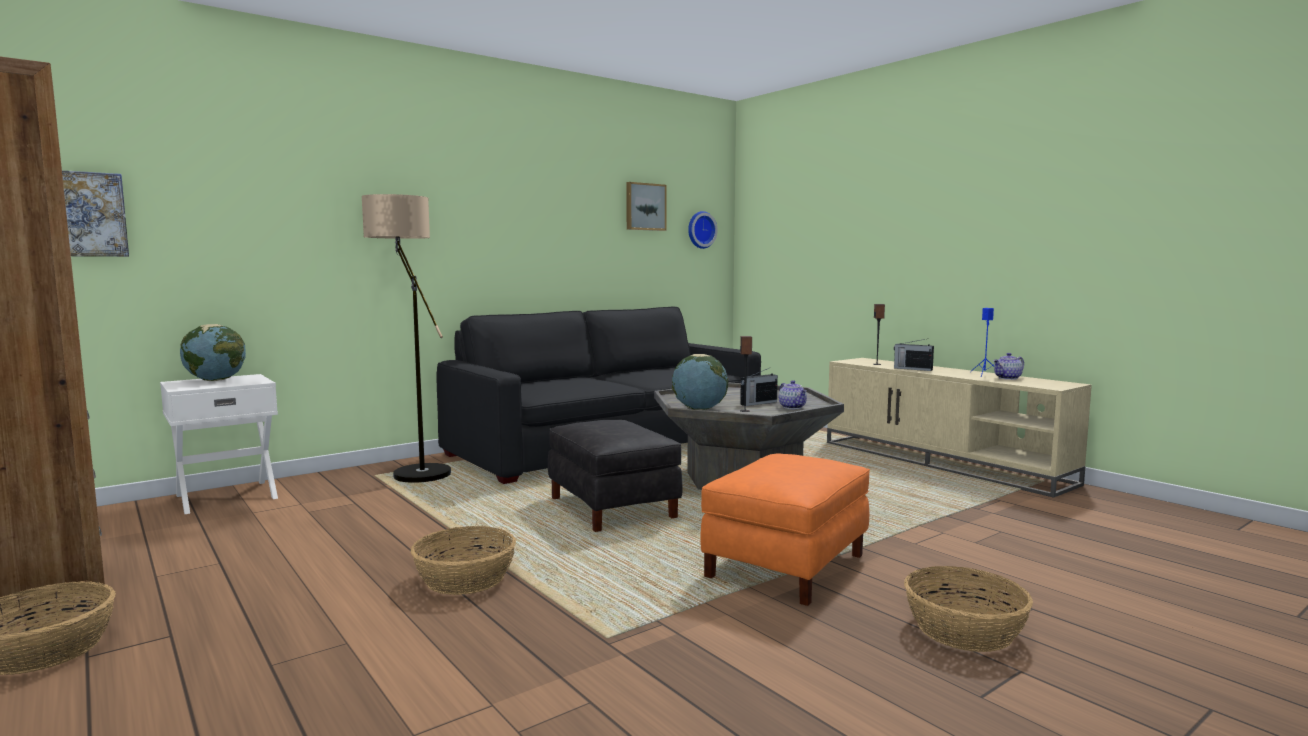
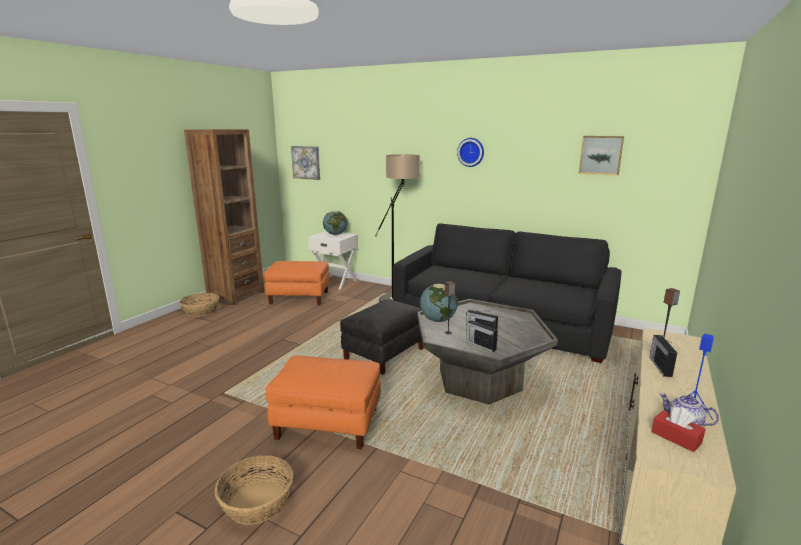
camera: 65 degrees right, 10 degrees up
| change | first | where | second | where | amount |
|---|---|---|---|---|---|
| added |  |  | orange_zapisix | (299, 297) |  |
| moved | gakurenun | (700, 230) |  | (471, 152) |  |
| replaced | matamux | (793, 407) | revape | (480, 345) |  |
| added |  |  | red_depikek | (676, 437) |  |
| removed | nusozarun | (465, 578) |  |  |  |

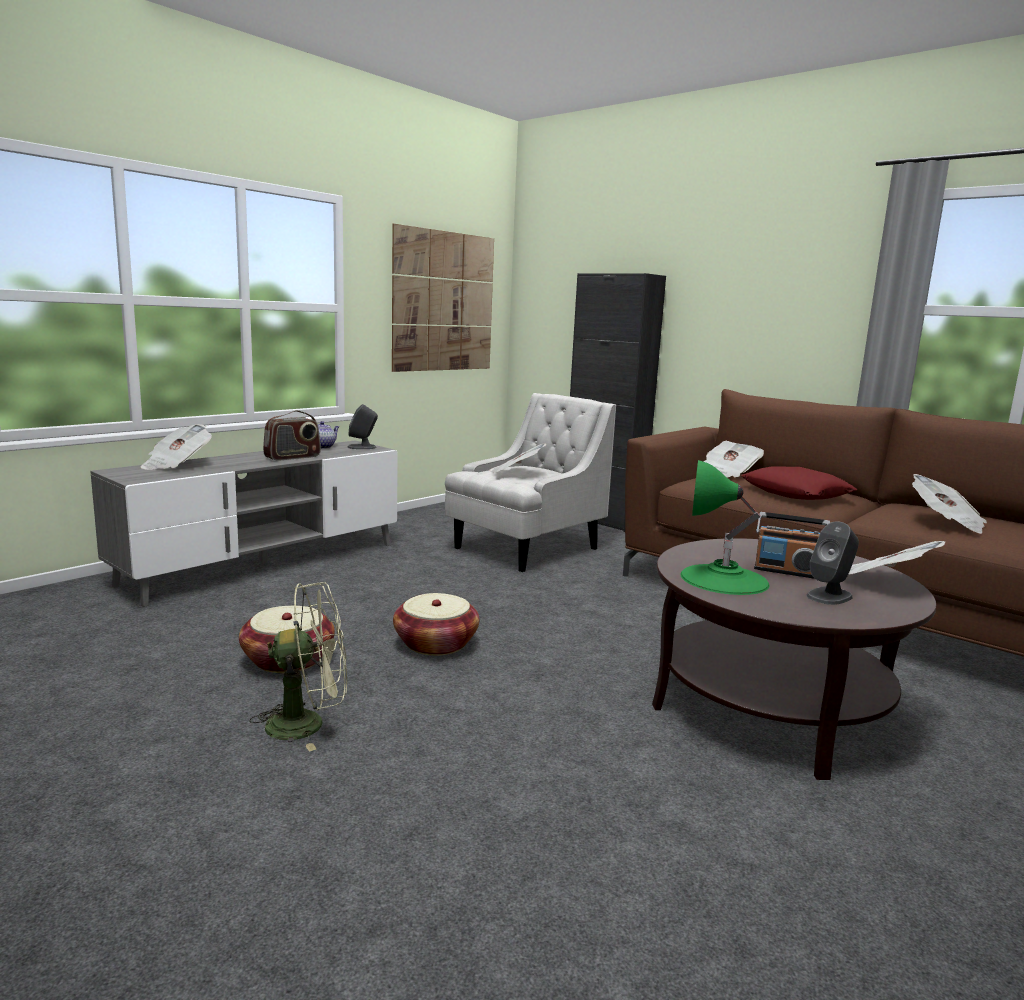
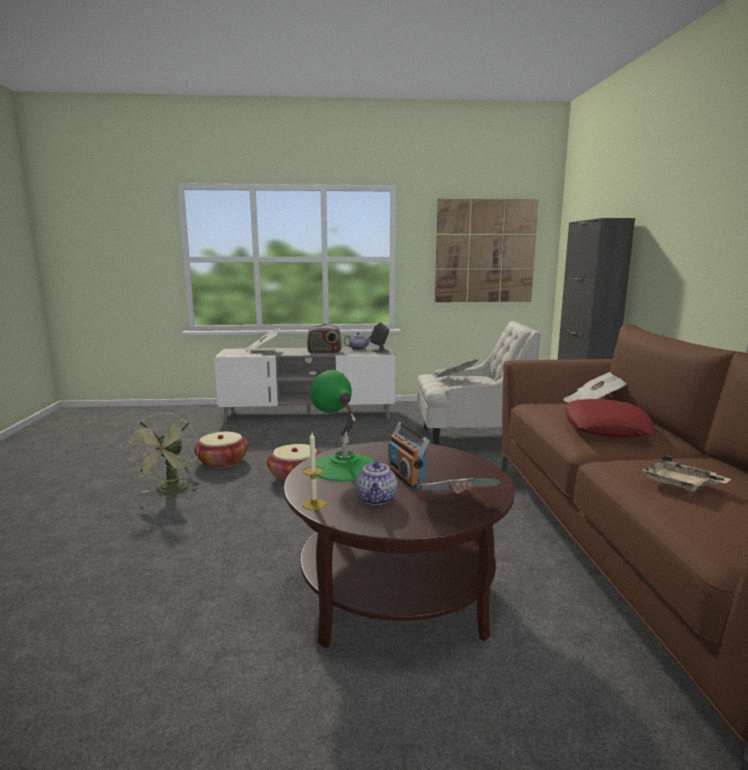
camera: 45 degrees right, 0 degrees up
| change | first | where | second | where | amount |
|---|---|---|---|---|---|
| turned | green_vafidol | (308, 724) |  | (171, 491) | 60 degrees clockwise |
| added |  |  | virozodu | (314, 504) |  |
| replaced | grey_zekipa | (829, 596) | matamux | (376, 499) |  |
| replaced | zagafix | (946, 523) | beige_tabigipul | (680, 484) |  |

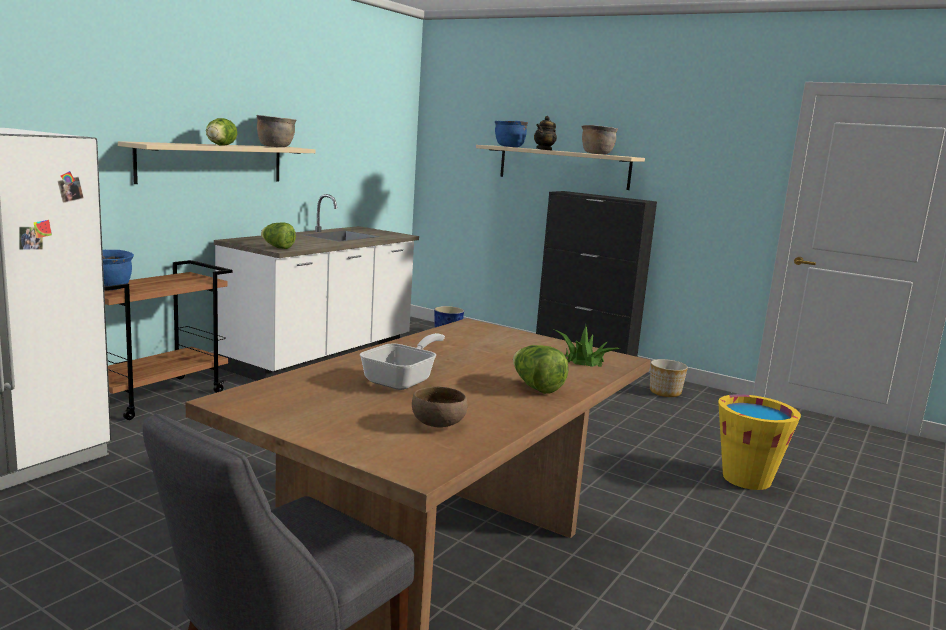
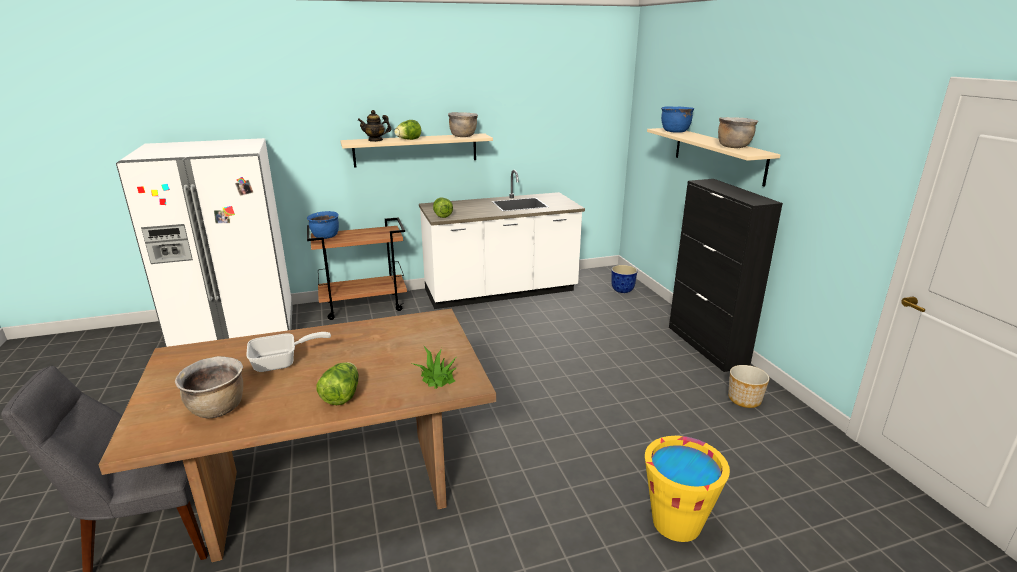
camera: 40 degrees right, 10 degrees up
| change | first | where | second | where | amount |
|---|---|---|---|---|---|
| replaced | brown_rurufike | (438, 424) | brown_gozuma | (218, 409) |  |
| moved | matamux | (544, 149) |  | (375, 140) |  |

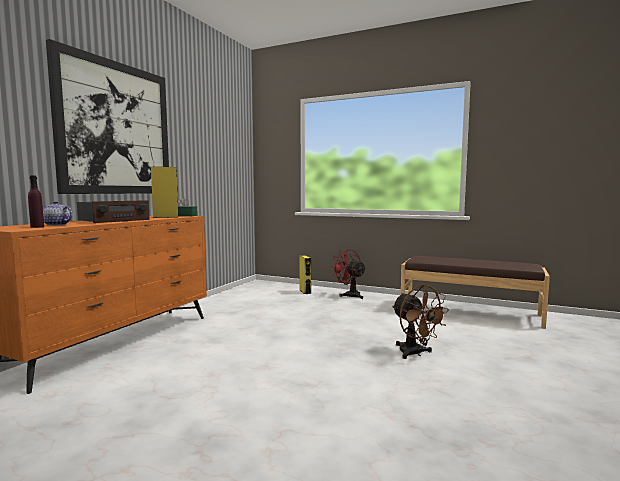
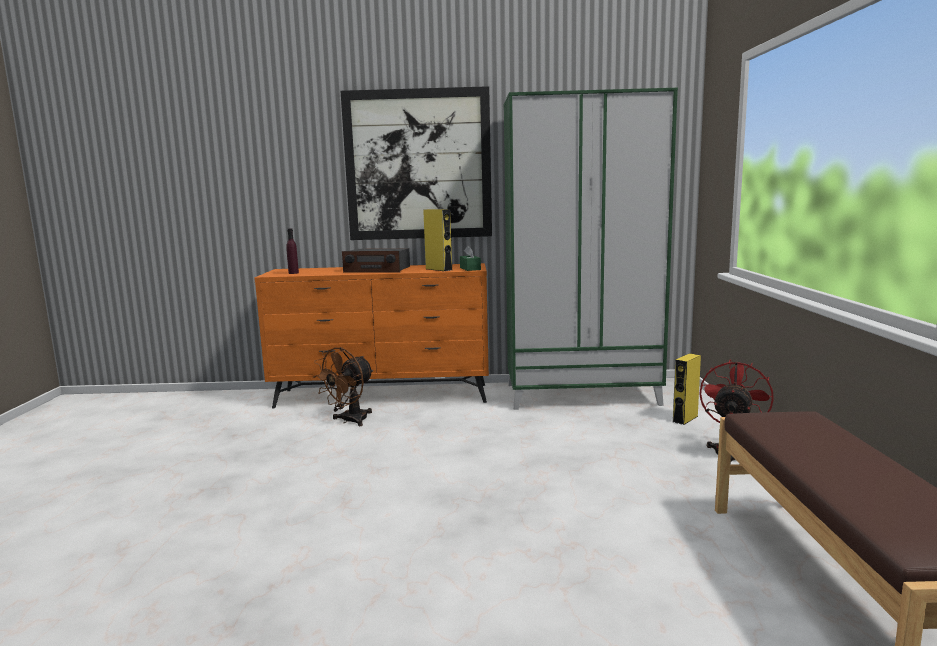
camera: 65 degrees right, 5 degrees up
| change | first | where | second | where | amount |
|---|---|---|---|---|---|
| moved | brown_vafidol | (415, 353) |  | (349, 421) |  |
| added |  |  | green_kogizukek | (582, 394) |  |
| removed | matamux | (57, 225) |  |  |  |

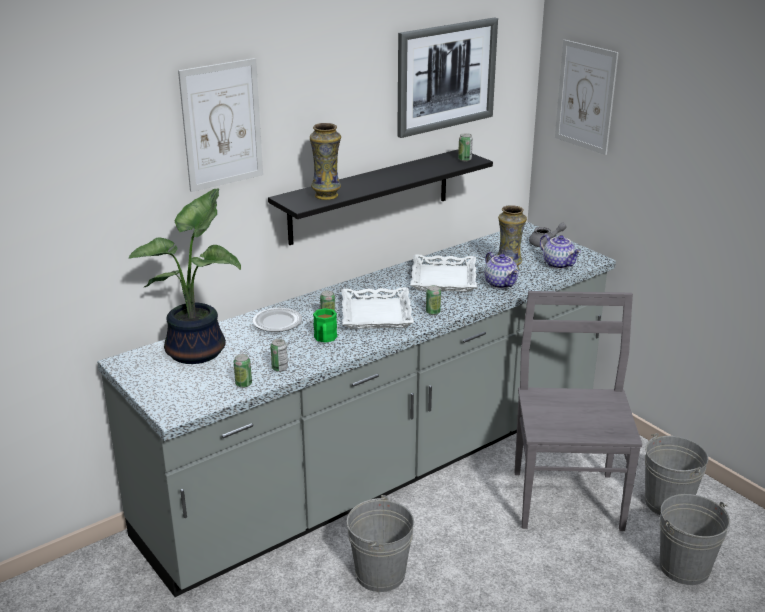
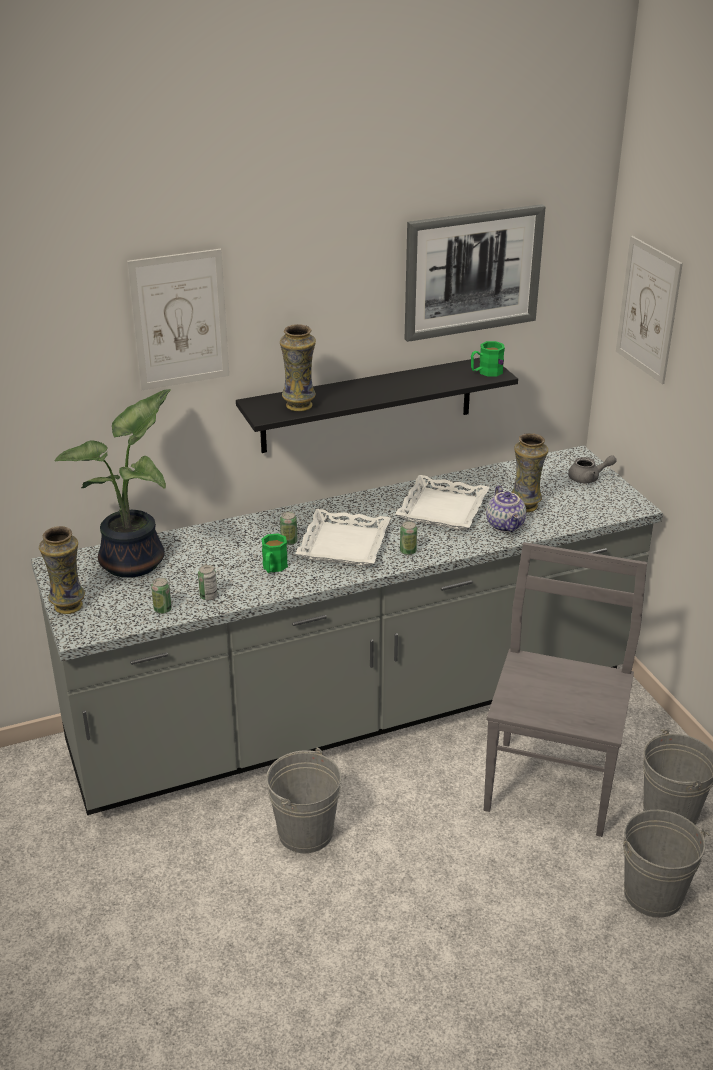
camera: 15 degrees right, 5 degrees up
| change | first | where | second | where | amount |
|---|---|---|---|---|---|
| added |  |  | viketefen | (68, 606) |  |
| replaced | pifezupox | (464, 159) | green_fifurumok | (486, 372) |  |
| removed | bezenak | (278, 323) |  |  |  |
| removed | matamux | (559, 264) |  |  |  |

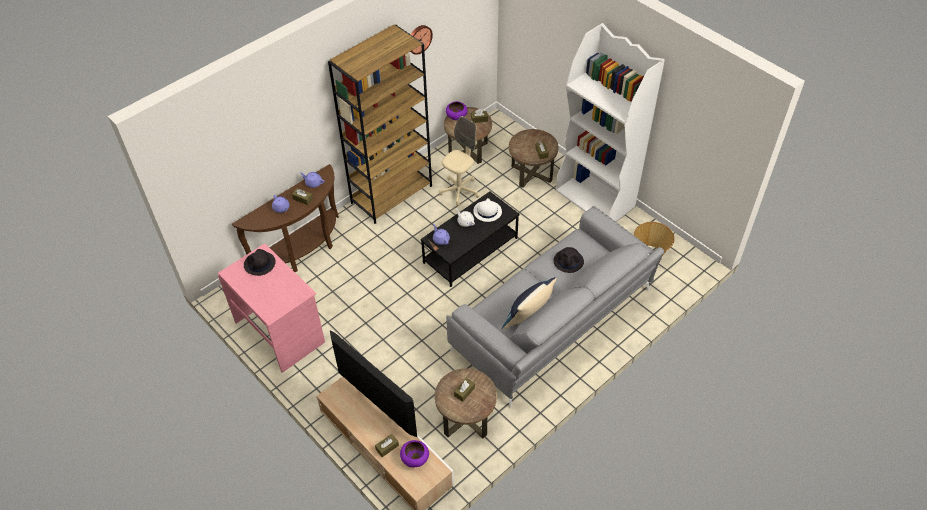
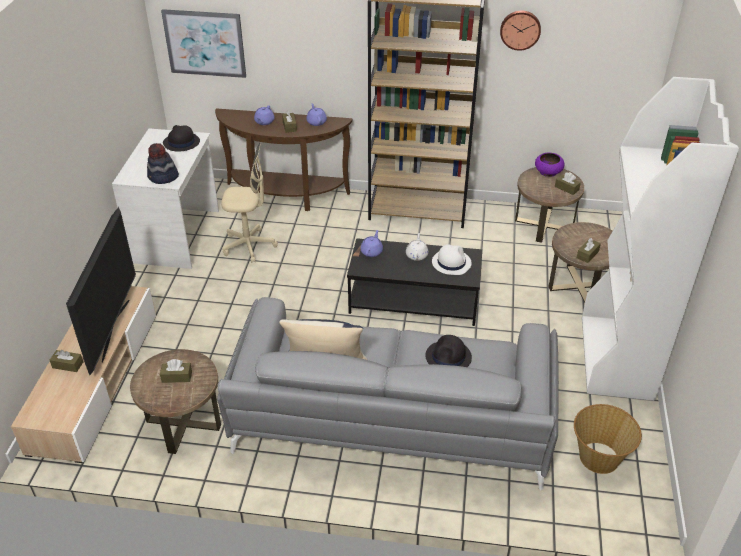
camera: 50 degrees right, 10 degrees down
| change | first | where | second | where | amount |
|---|---|---|---|---|---|
| recoloured | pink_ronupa | (280, 332) | white_ronupa | (177, 236) |  |
| added |  |  | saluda | (163, 177) |  |
| added |  |  | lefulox | (205, 43) |  |
| moved | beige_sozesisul | (459, 191) |  | (249, 246) |  |
| removed | purple_rurufike | (415, 458) |  |  |  |

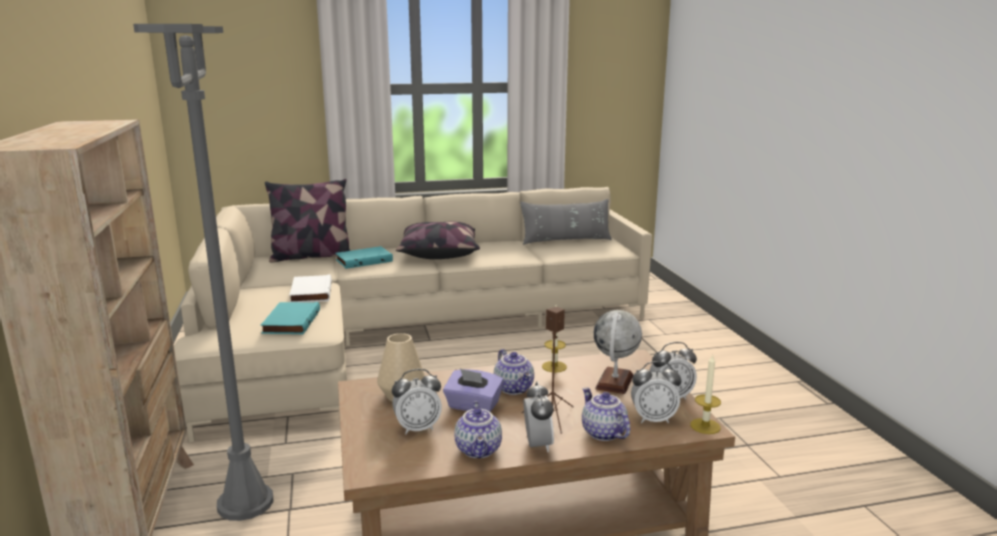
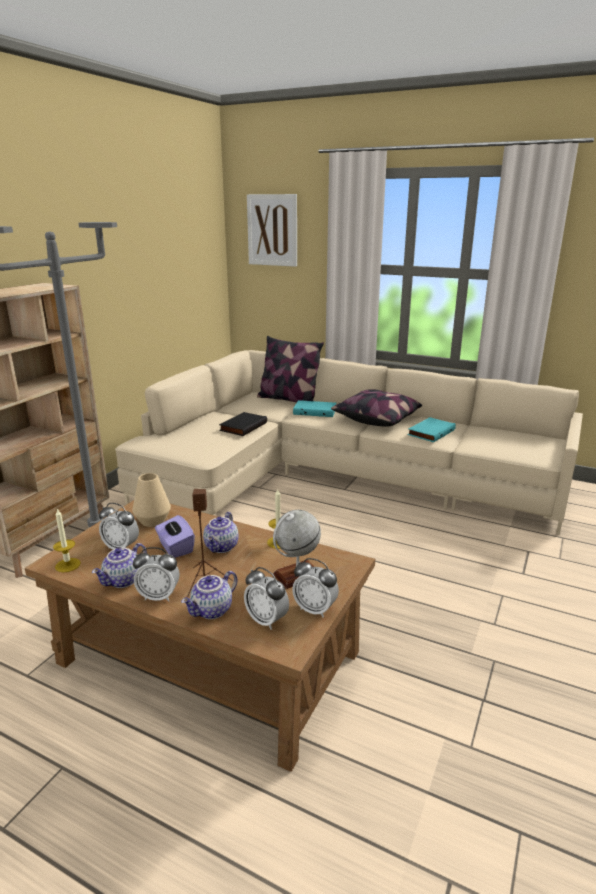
camera: 40 degrees right, 5 degrees up
| change | first | where | second | where | amount |
|---|---|---|---|---|---|
| moved | virozodu | (705, 426) |  | (67, 565) |  |
| turned | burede | (537, 445) |  | (159, 596) | 60 degrees clockwise |
| turned | matamux | (602, 433) |  | (212, 611) | 150 degrees counterclockwise |
| recoloured | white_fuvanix | (310, 292) | black_fuvanix | (242, 426) |  |
| added |  |  | lefulox | (272, 230) |  |
| moved | turquoise_fuvanix | (290, 322) |  | (430, 432) |  |
| removed | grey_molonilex | (566, 240) |  |  |  |

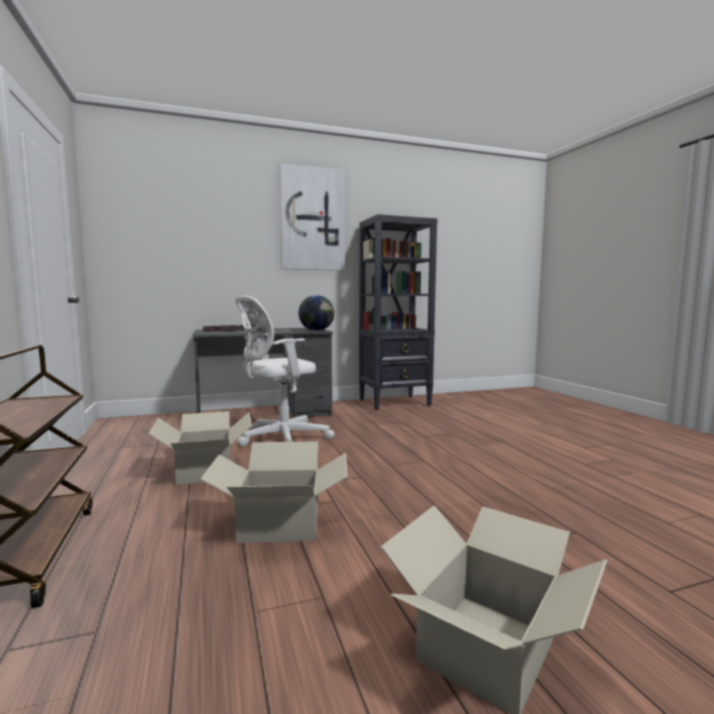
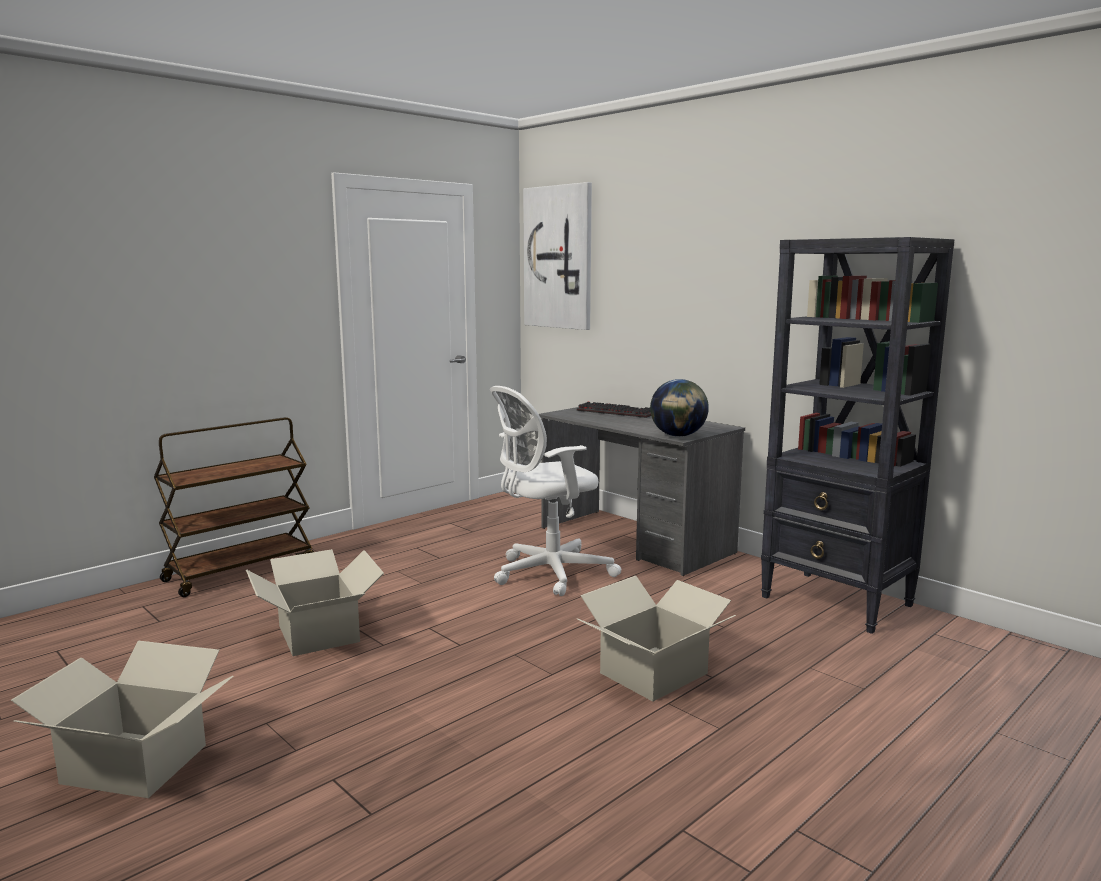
camera: 65 degrees right, 5 degrees up
| change | first | where | second | where | amount |
|---|---|---|---|---|---|
| turned | white_sozesisul | (280, 439) |  | (547, 574) | 60 degrees counterclockwise |
| moved | lefulox | (312, 219) |  | (558, 257) |  |
| moved | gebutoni | (206, 471) |  | (654, 673) |  |

